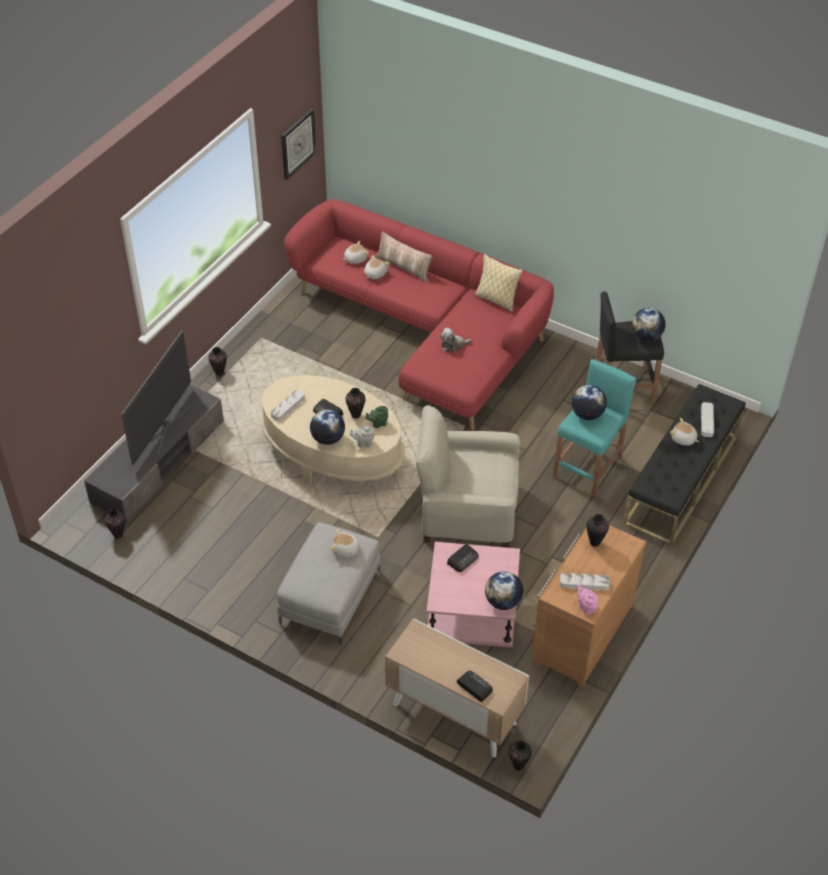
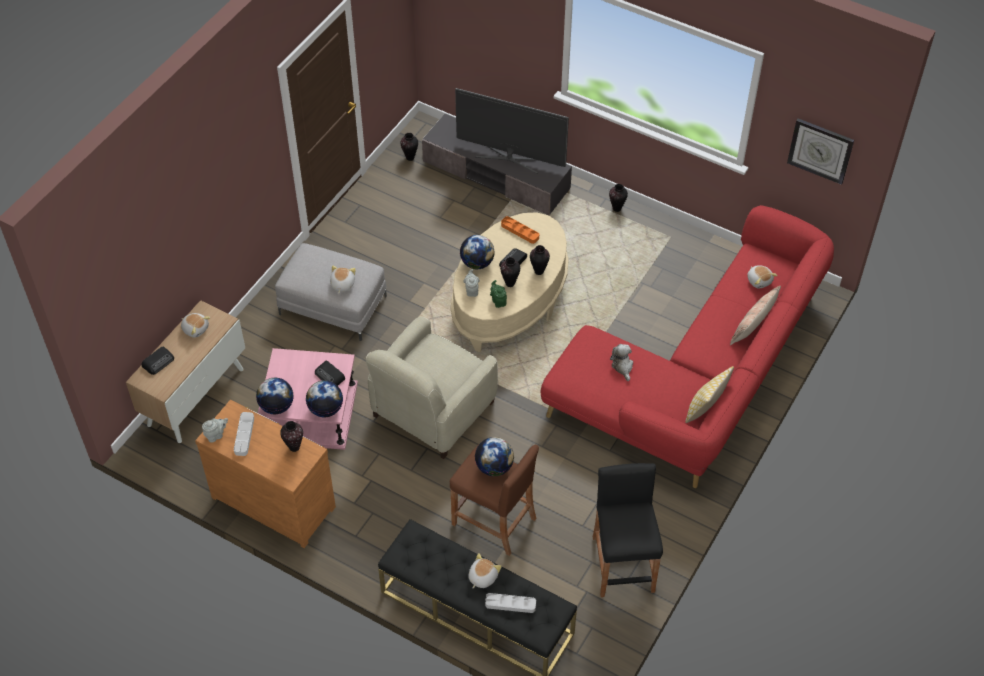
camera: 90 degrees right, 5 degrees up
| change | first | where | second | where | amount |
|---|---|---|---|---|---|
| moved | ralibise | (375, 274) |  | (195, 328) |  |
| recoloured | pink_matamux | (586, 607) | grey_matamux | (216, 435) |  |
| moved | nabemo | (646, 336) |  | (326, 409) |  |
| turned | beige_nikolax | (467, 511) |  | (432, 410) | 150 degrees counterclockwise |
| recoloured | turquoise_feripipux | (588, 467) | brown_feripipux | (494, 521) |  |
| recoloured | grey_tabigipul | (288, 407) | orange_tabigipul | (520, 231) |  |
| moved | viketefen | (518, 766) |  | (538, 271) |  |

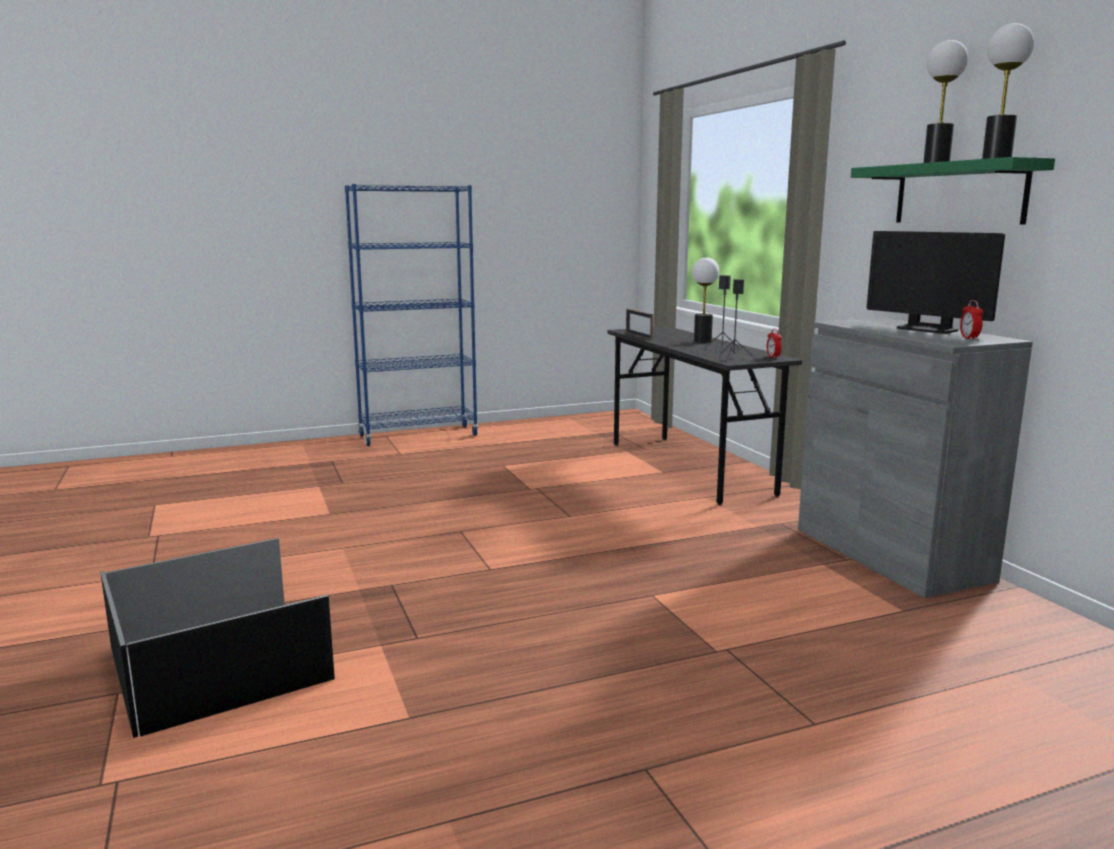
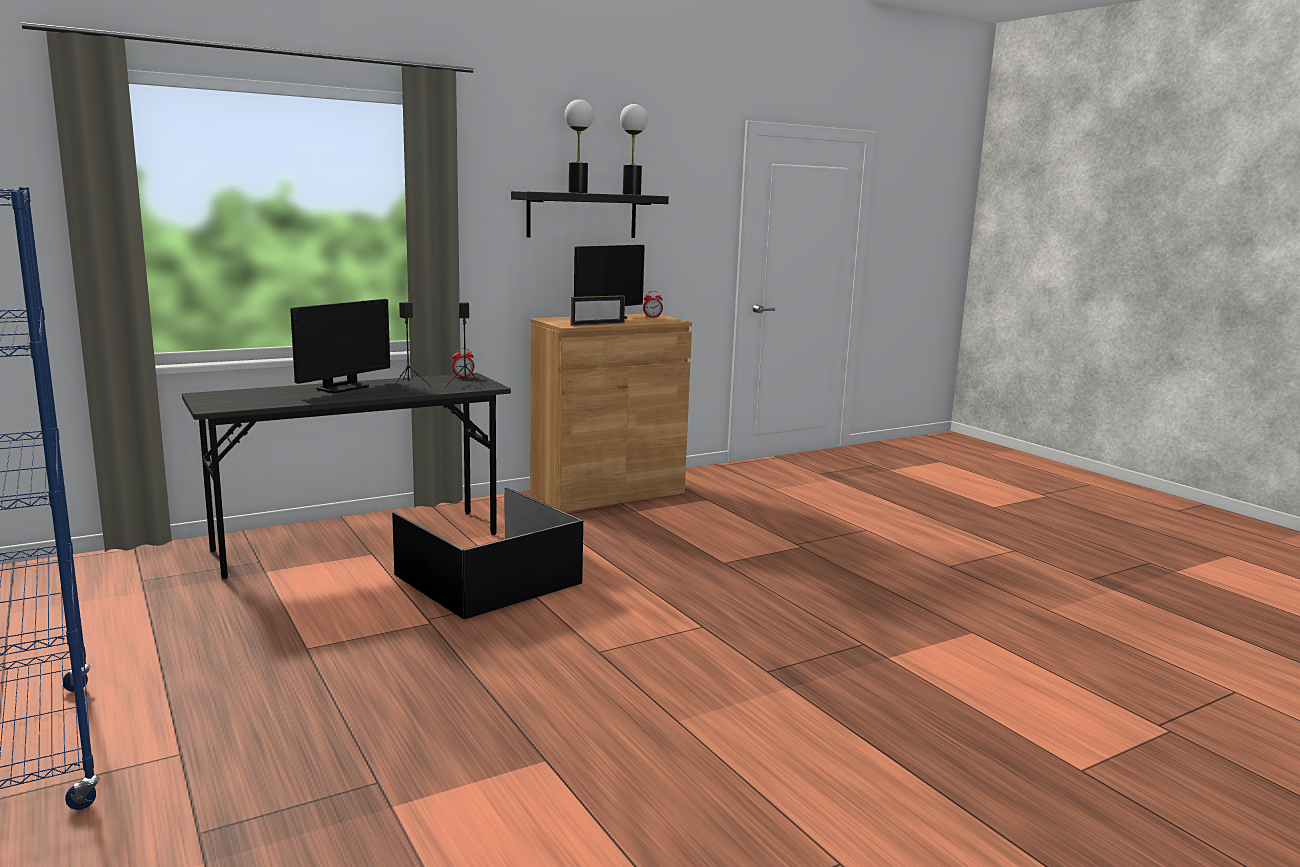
camera: 100 degrees left, 0 degrees up
| change | first | where | second | where | amount |
|---|---|---|---|---|---|
| replaced | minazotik | (702, 341) | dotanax | (342, 387) |  |
| moved | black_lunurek | (221, 666) |  | (489, 578) |  |
| recoloured | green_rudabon | (959, 193) | black_rudabon | (582, 215) |  |
| recoloured | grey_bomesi | (890, 554) | brown_bomesi | (607, 492) |  |
| moved | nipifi | (638, 336) |  | (597, 324) |  |

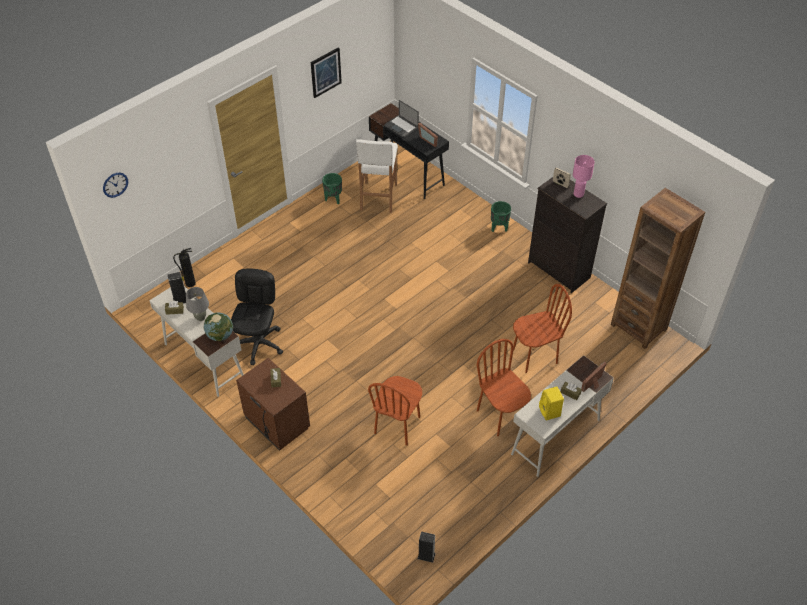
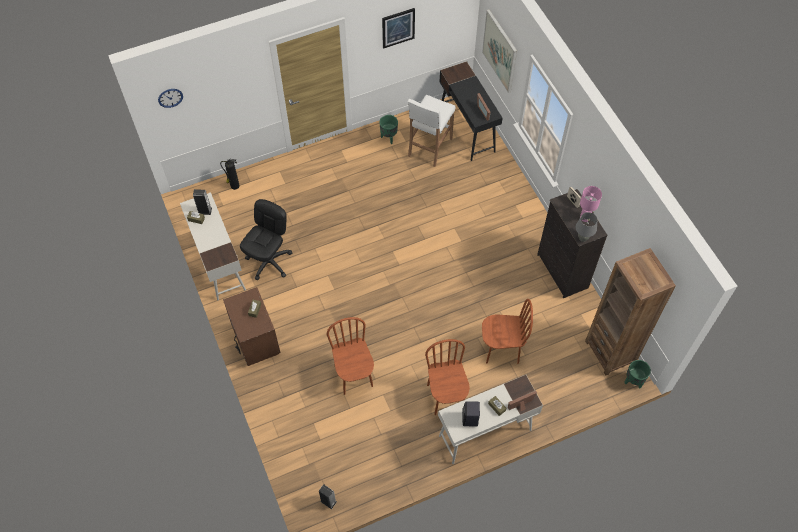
camera: 20 degrees right, 10 degrees up
| change | first | where | second | where | amount |
|---|---|---|---|---|---|
| turned | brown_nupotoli | (397, 425) |  | (354, 376) | 120 degrees clockwise |
| recoloured | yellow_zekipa | (550, 412) | black_zekipa | (470, 419) |  |
| added |  |  | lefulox | (500, 51) |  |
| moved | grey_minazotik | (200, 318) |  | (582, 238) |  |
| moved | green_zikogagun | (499, 228) |  | (633, 381) |  |
| removed | nabemo | (220, 335) |  |  |  |
| removed | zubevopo | (401, 126) |  |  |  |

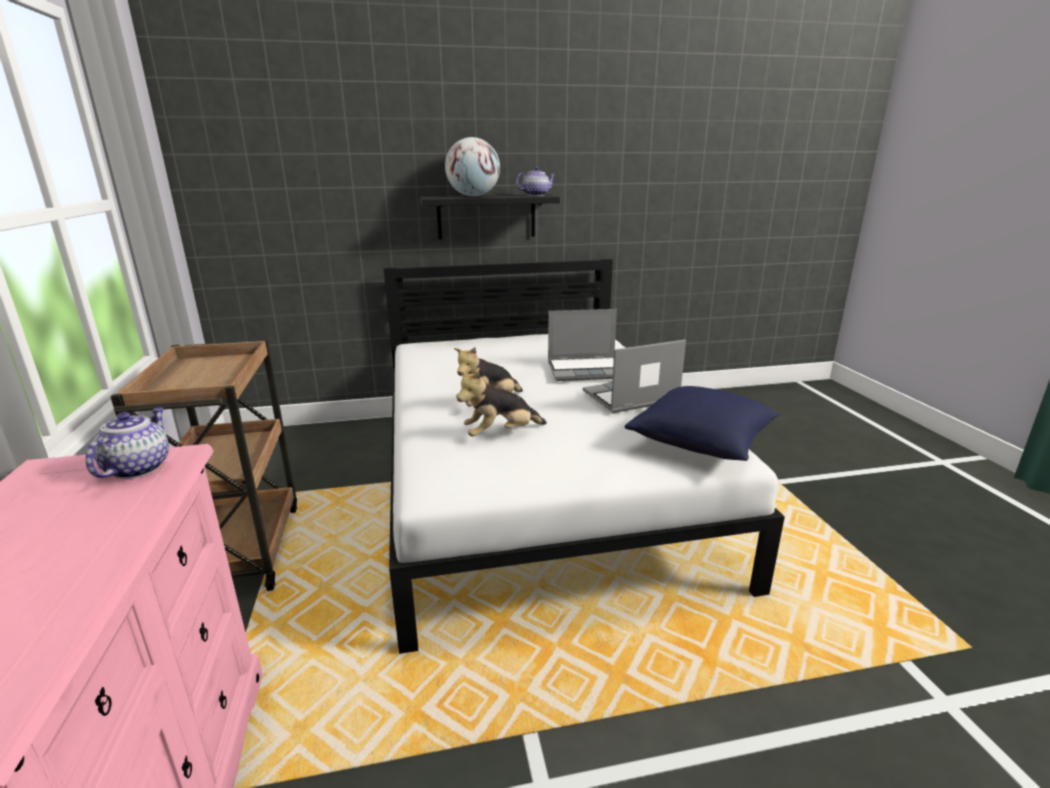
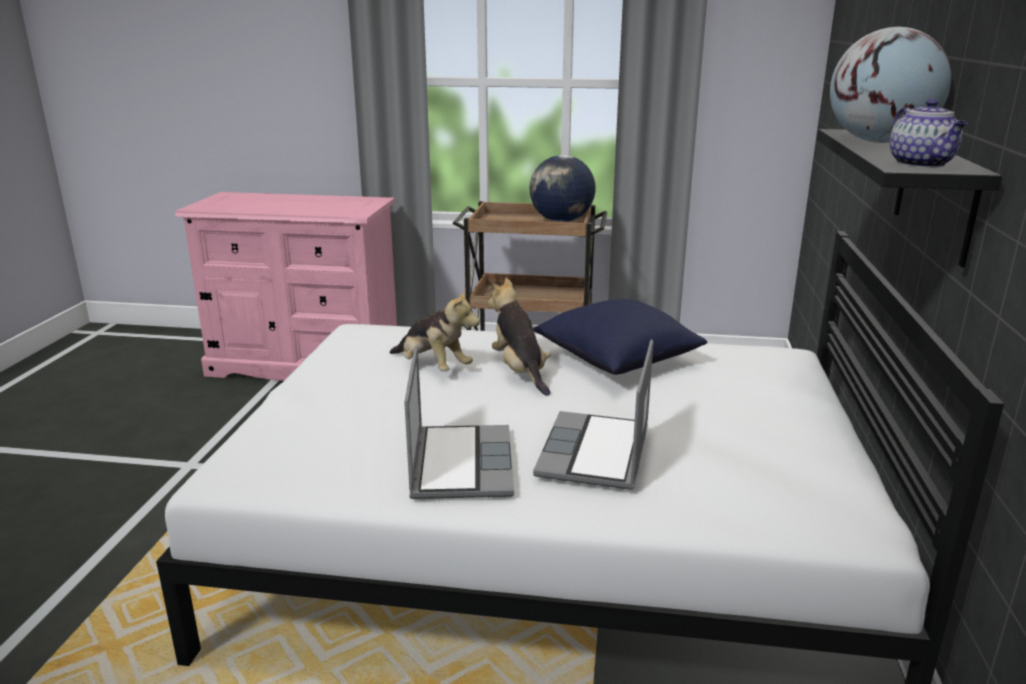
camera: 110 degrees right, 0 degrees up
| change | first | where | second | where | amount |
|---|---|---|---|---|---|
| turned | ralibise | (500, 434) |  | (433, 367) | 135 degrees clockwise |
| added |  |  | nabemo | (561, 221) |  |
| moved | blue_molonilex | (702, 444) |  | (616, 360) |  |
| removed | matamux | (138, 468) |  |  |  |

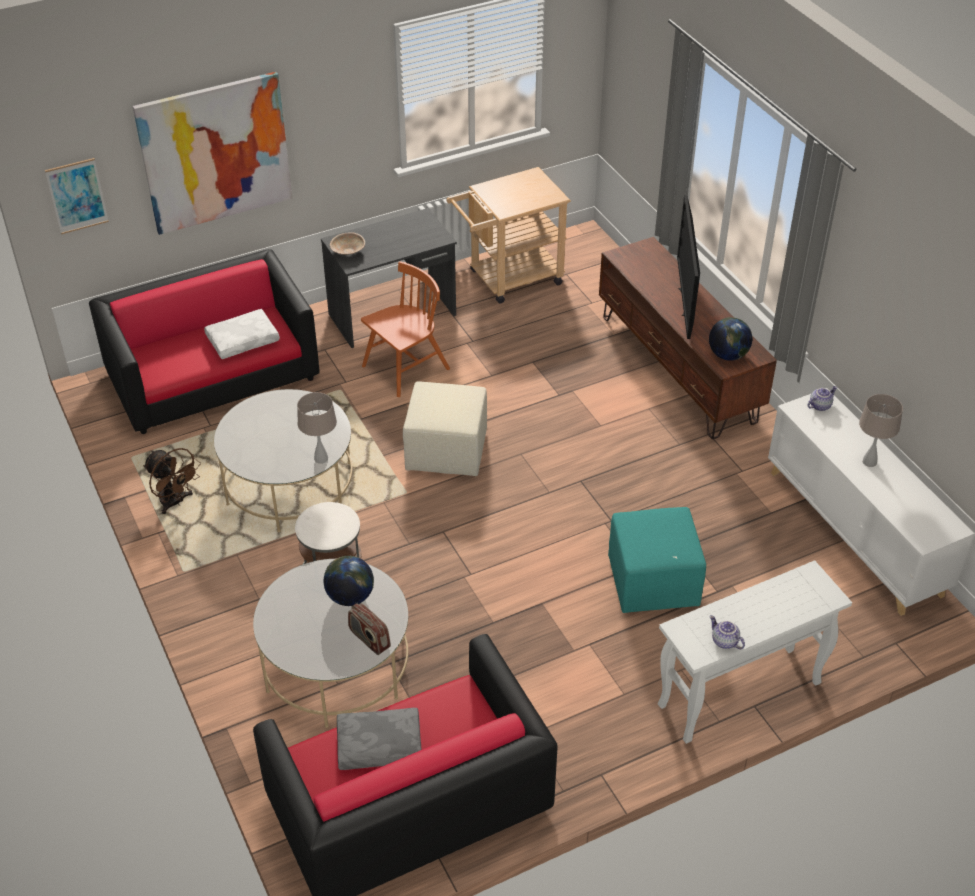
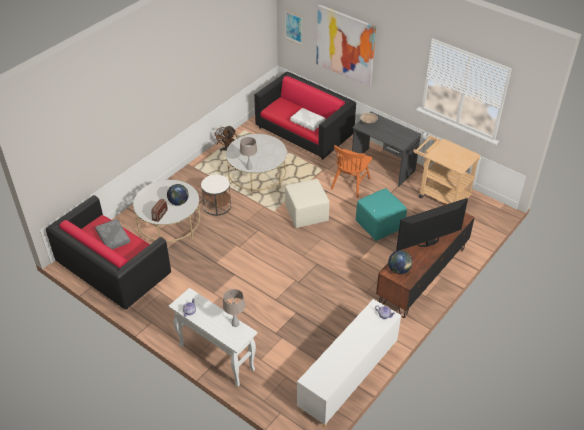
camera: 65 degrees right, 0 degrees up
| change | first | where | second | where | amount |
|---|---|---|---|---|---|
| moved | beige_minazotik | (869, 461) |  | (235, 323) |  |
| turned | orange_nupotoli | (405, 368) |  | (350, 183) | 90 degrees clockwise |
| moved | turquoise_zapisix | (653, 583) |  | (379, 226) |  |

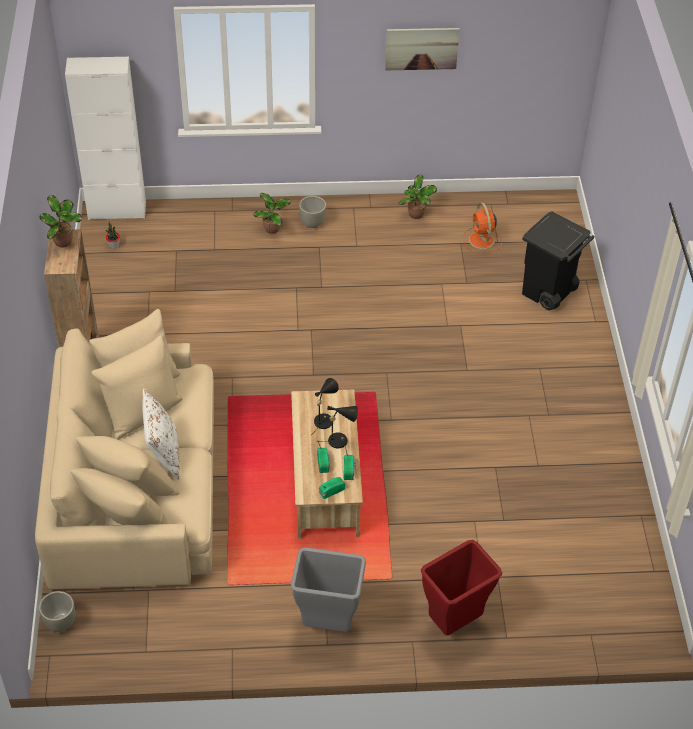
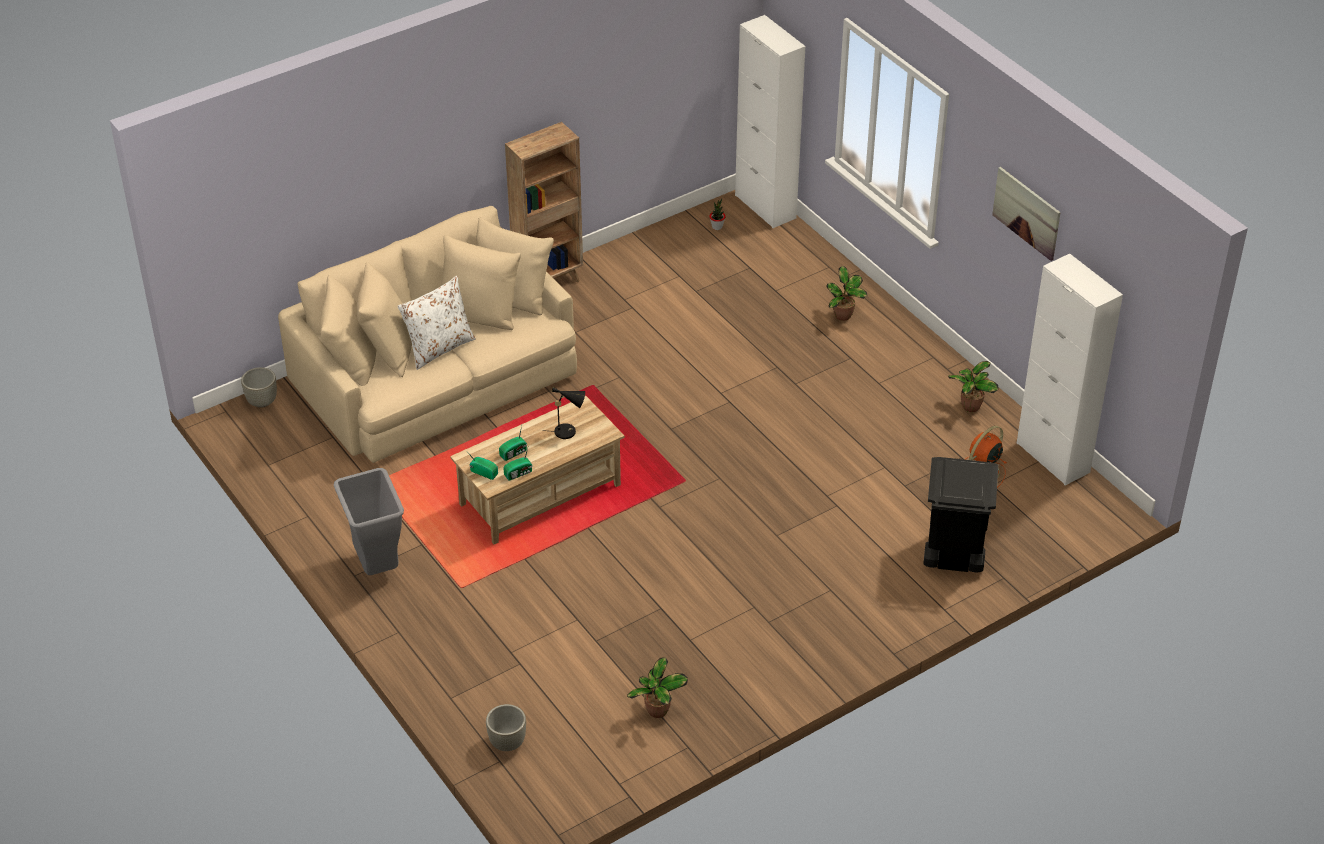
camera: 60 degrees right, 5 degrees down
| change | first | where | second | where | amount |
|---|---|---|---|---|---|
| moved | grey_zikogagun | (312, 223) |  | (507, 743) |  |
| moved | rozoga | (64, 242) |  | (657, 711) |  |
| added |  |  | white_bomesi | (1053, 457) |  |
| removed | black_minazotik | (340, 440) |  |  |  |
| removed | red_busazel | (454, 624) |  |  |  |

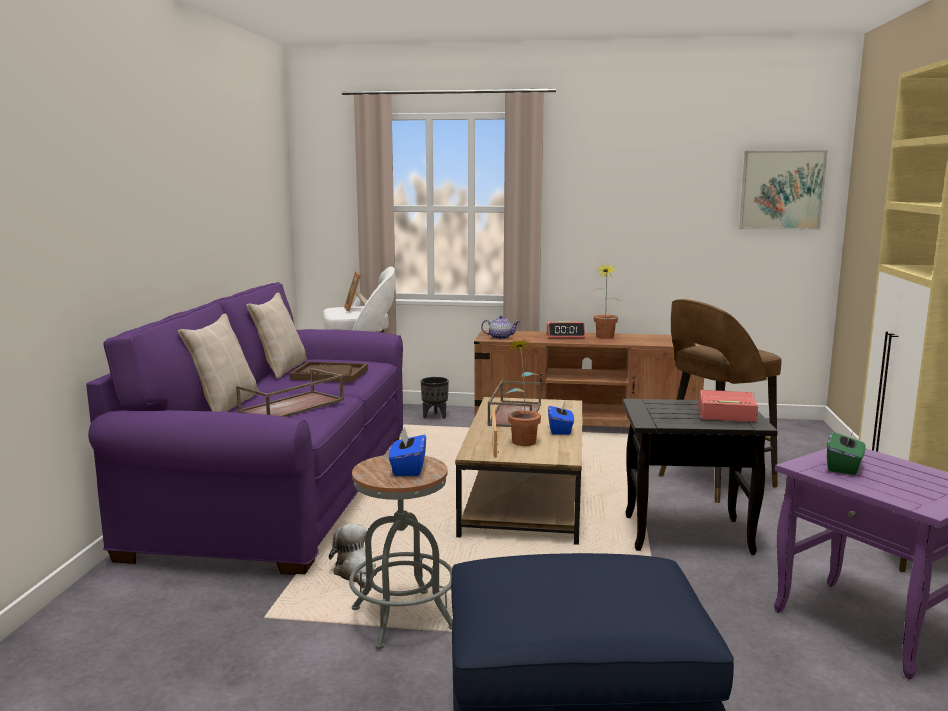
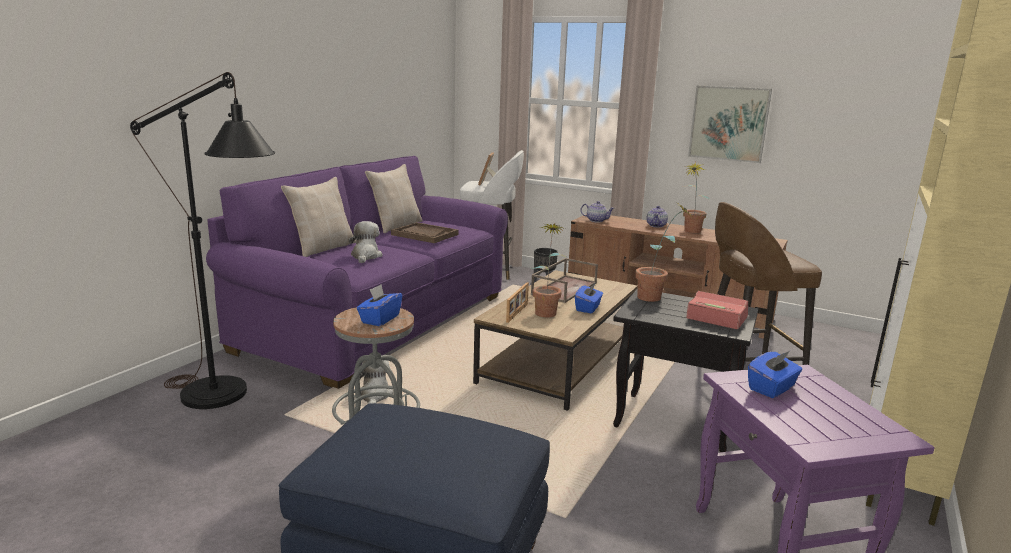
camera: 20 degrees right, 5 degrees up
| change | first | where | second | where | amount |
|---|---|---|---|---|---|
| added |  |  | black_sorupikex | (226, 398) |  |
| replaced | brown_tabigipul | (292, 406) | ralibise | (365, 256) |  |
| added |  |  | rozoga | (656, 298) |  |
| replaced | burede | (565, 336) | matamux | (656, 226) |  |
| moved | lefulox | (781, 190) |  | (728, 123) |  |
| recoloured | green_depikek | (844, 467) | blue_depikek | (772, 388) |  |

